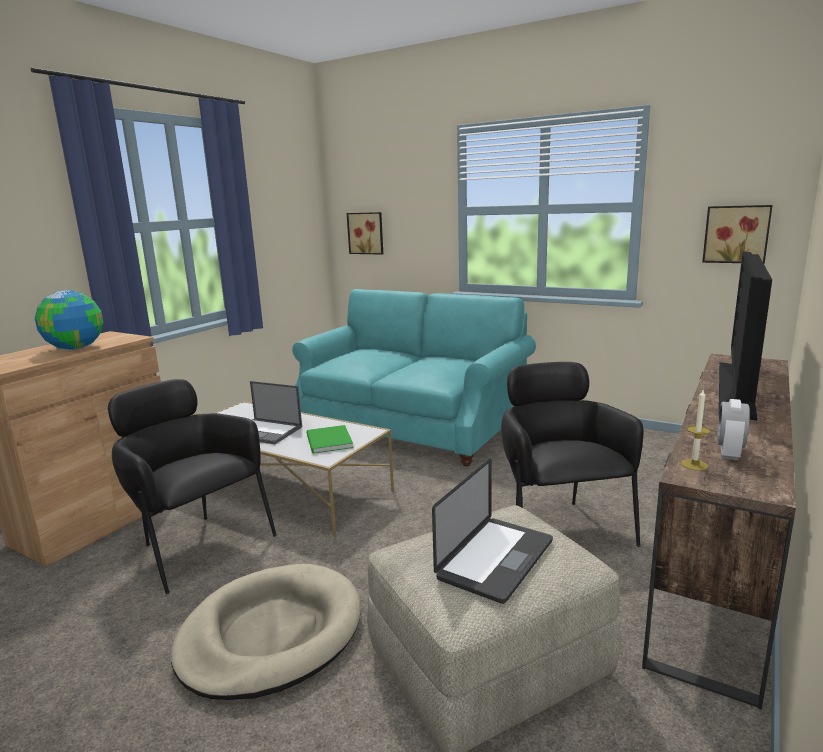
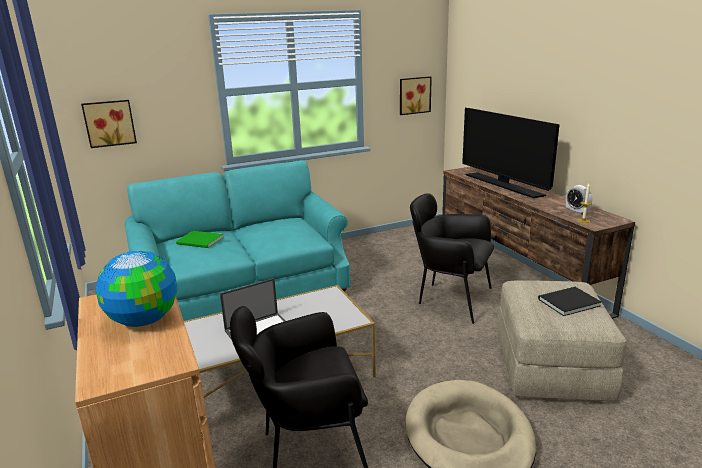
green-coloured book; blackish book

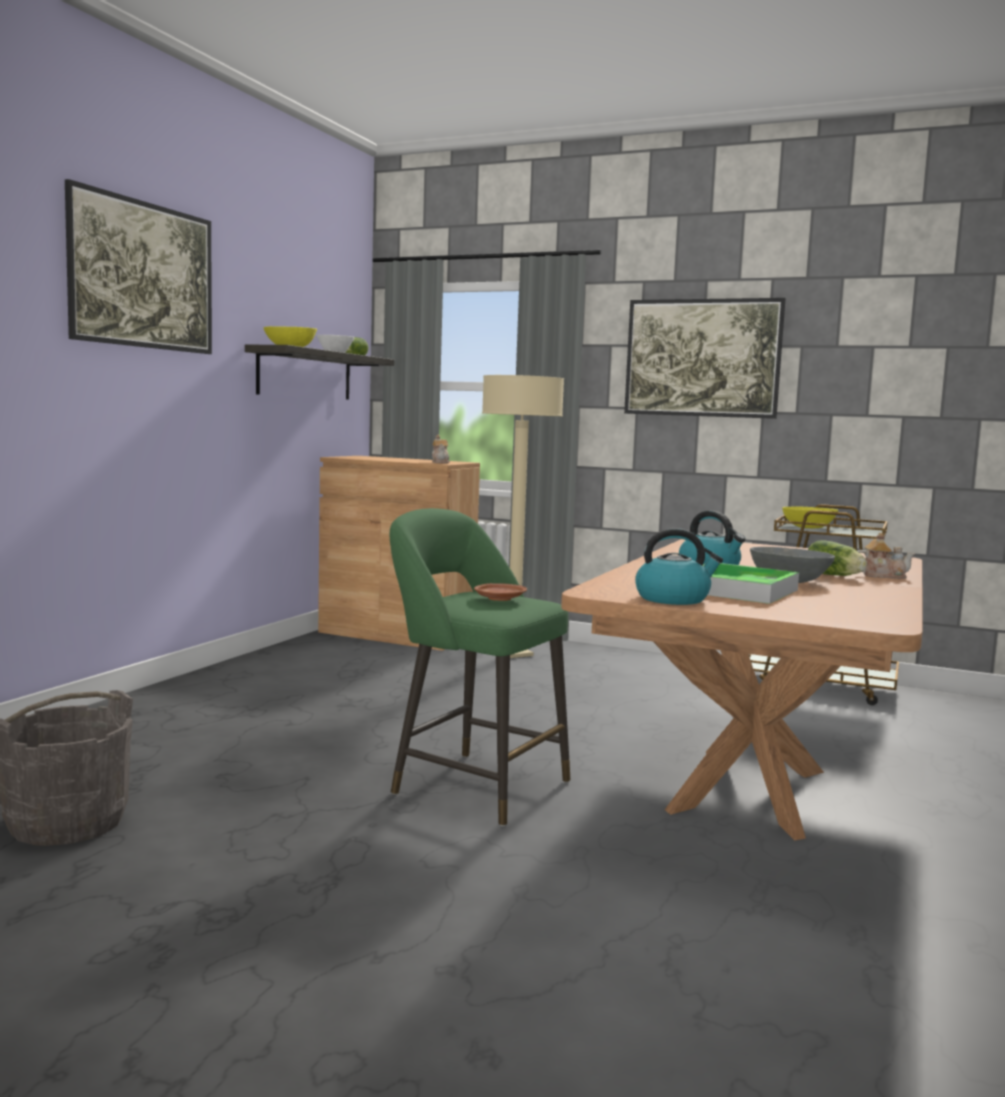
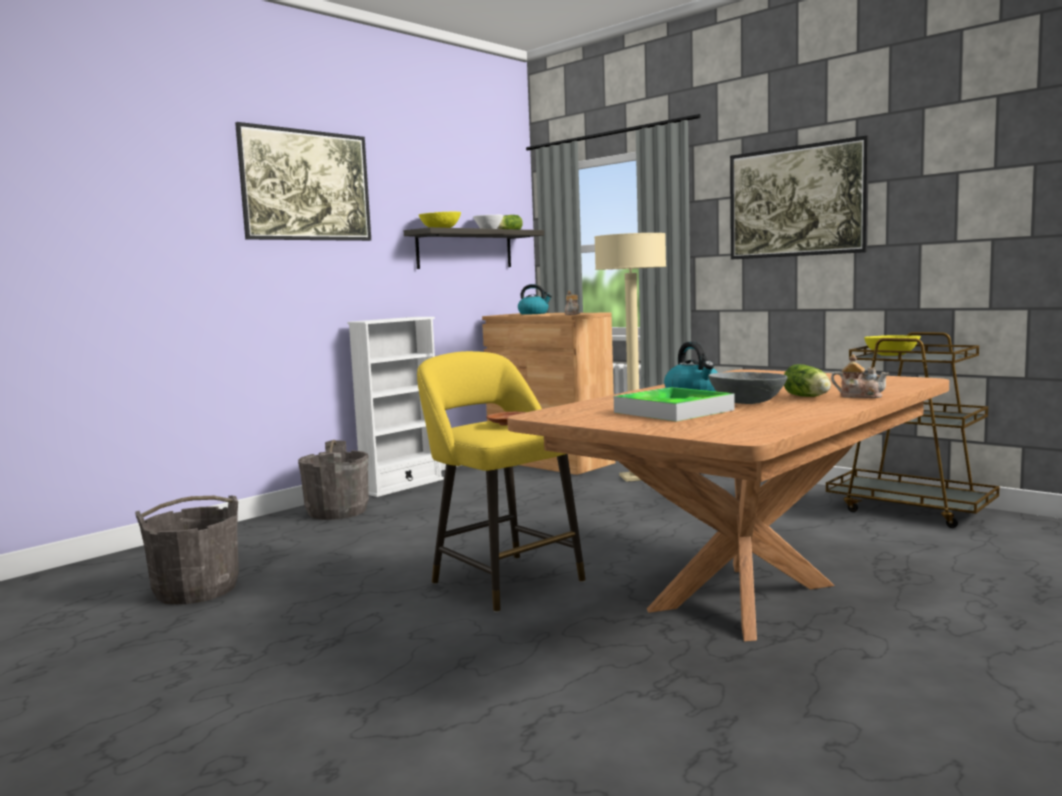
yellowish stool; tea kettle (no. 1 from left); white bookcase; gray bucket (no. 2 from left)

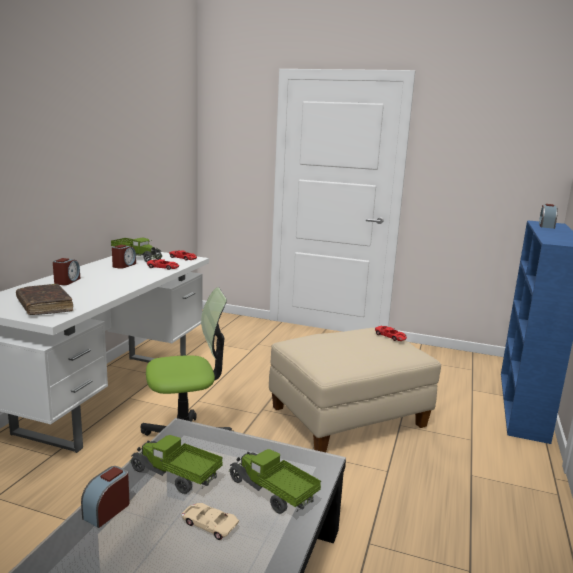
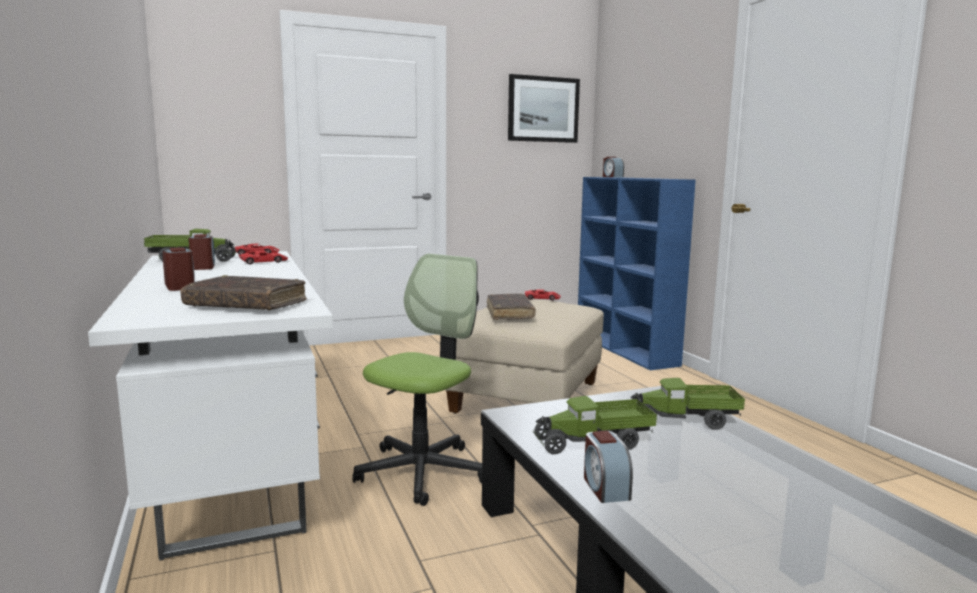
beige toy car; picture; brown book (no. 2 from left)

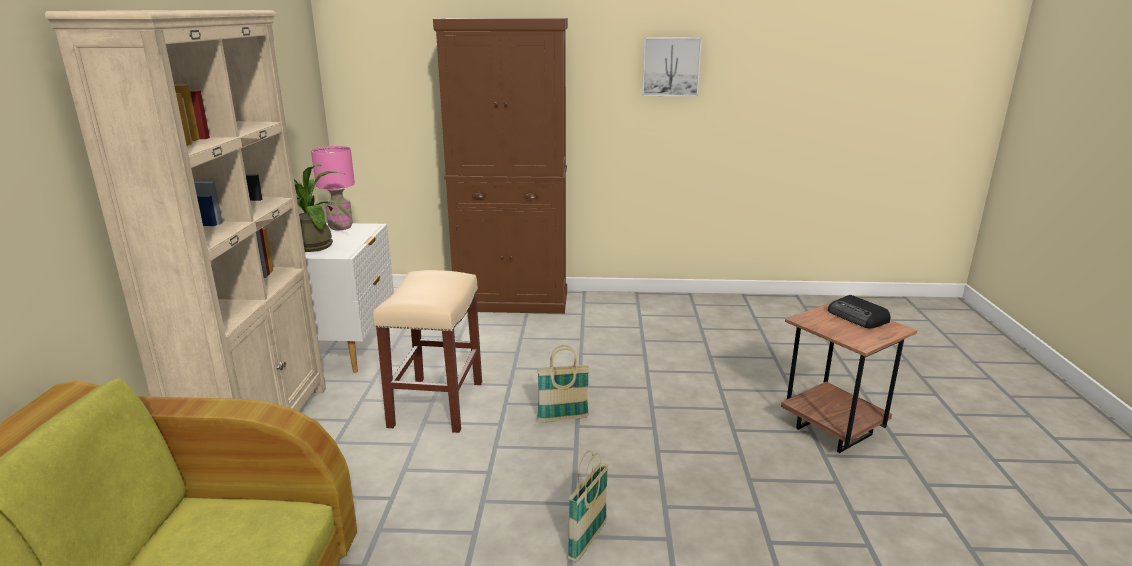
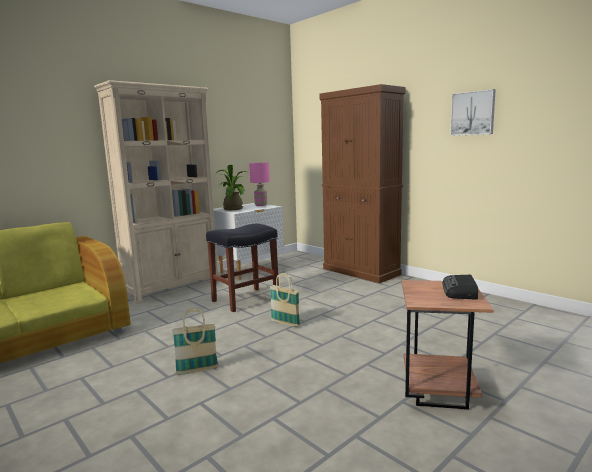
blackish stool

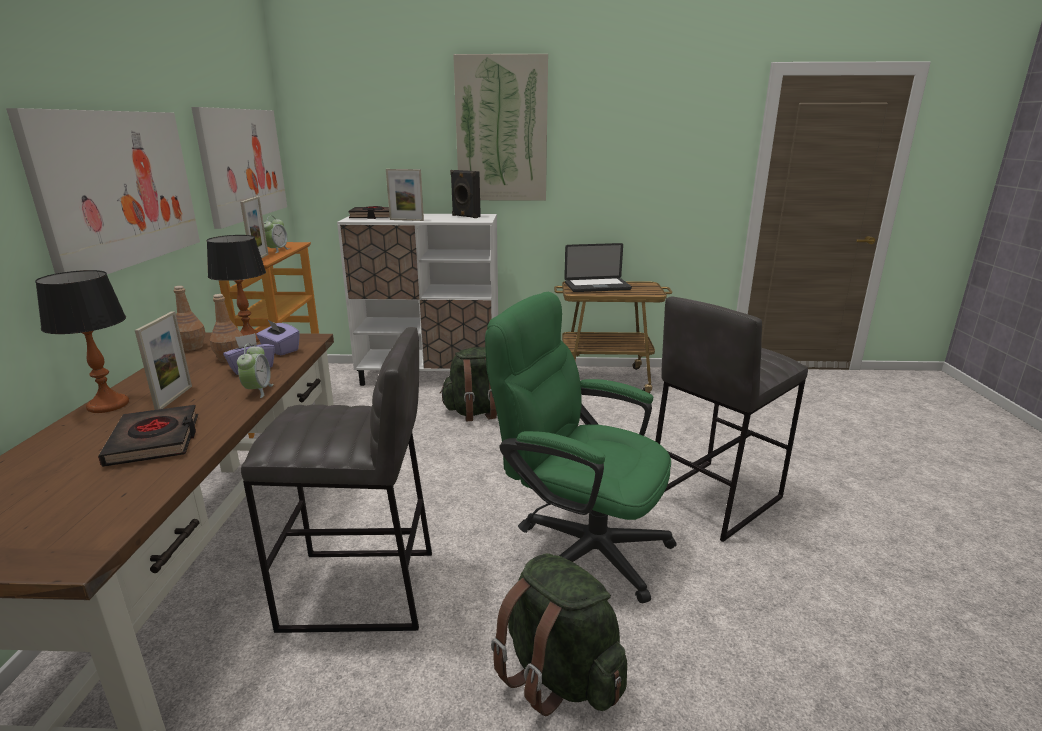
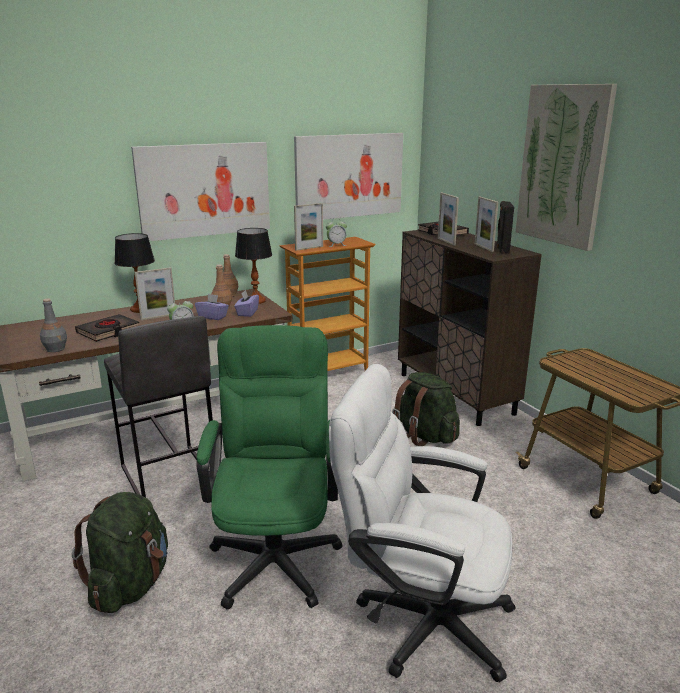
brown cabinet; portable computer; white office chair; photo frame (no. 4 from left); gray drink bottle

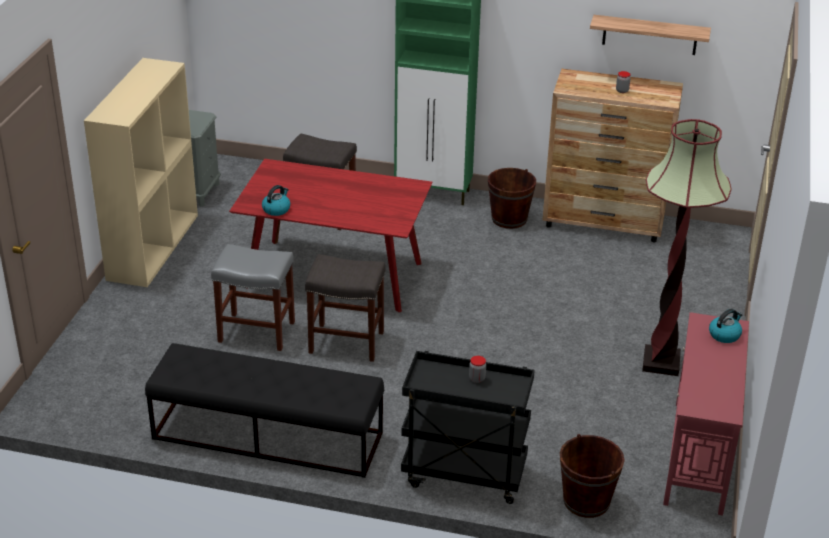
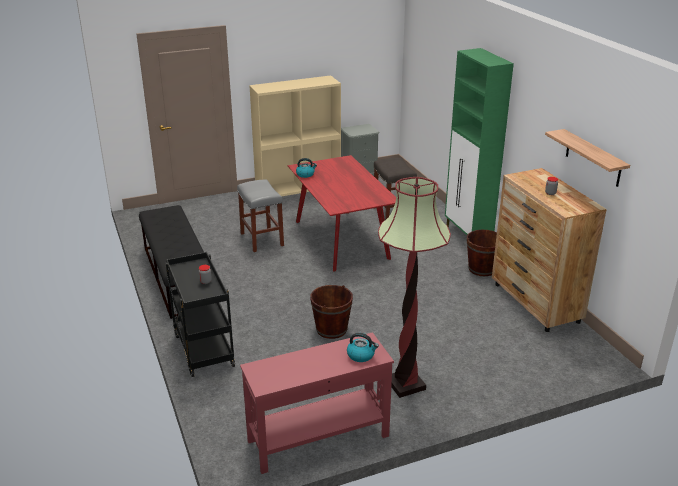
gray stool (no. 3 from left in the first image); brown bucket (no. 1 from left)

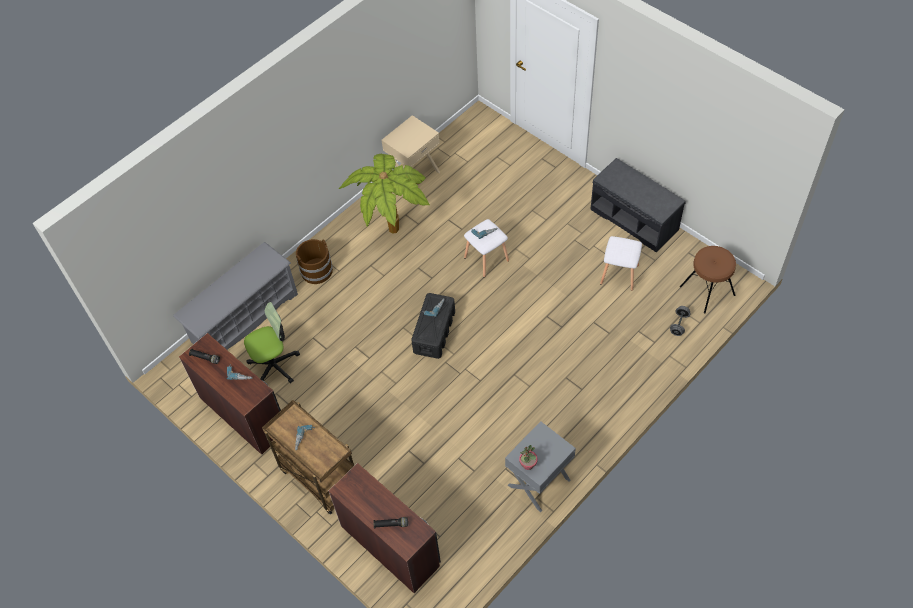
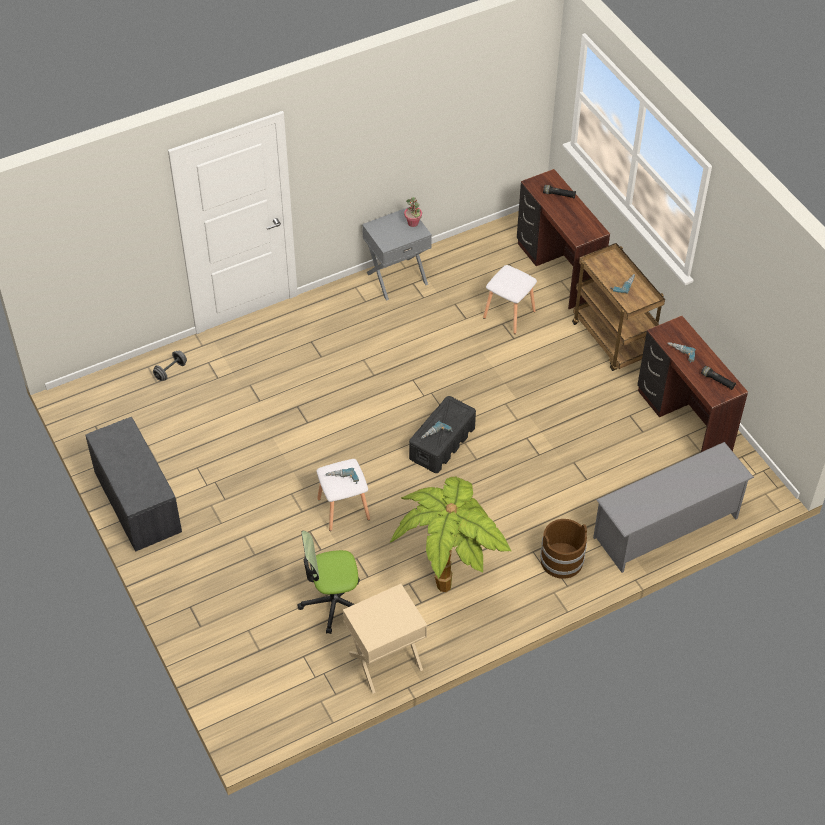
white stool (no. 2 from left); brown stool; office chair

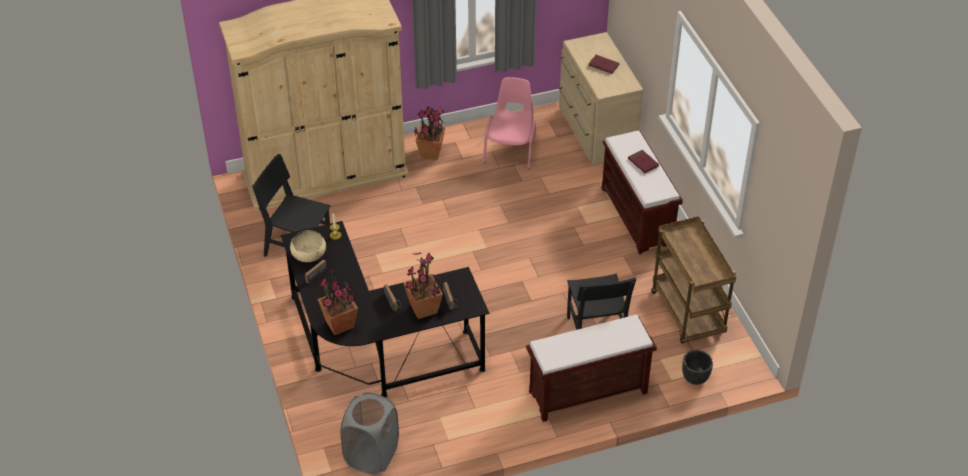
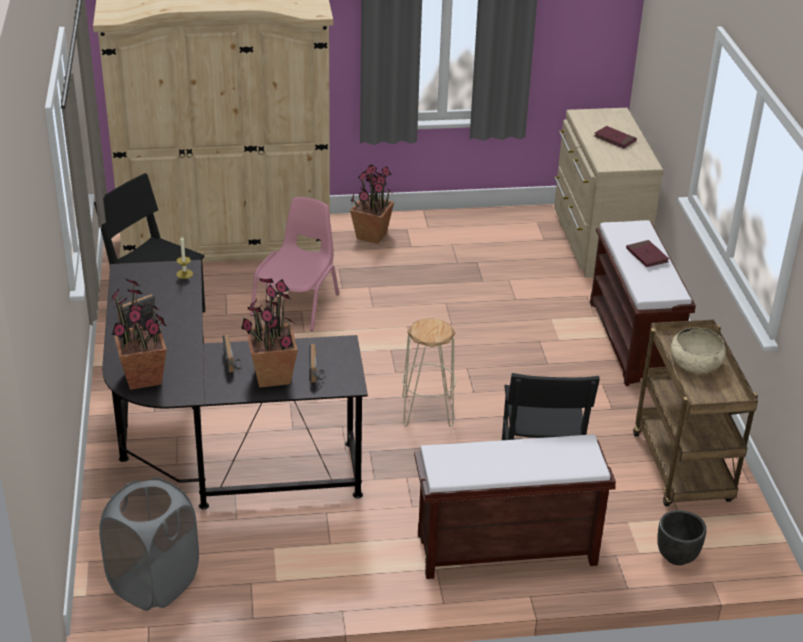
pinkish upright chair; beige serving bowl; beige stool

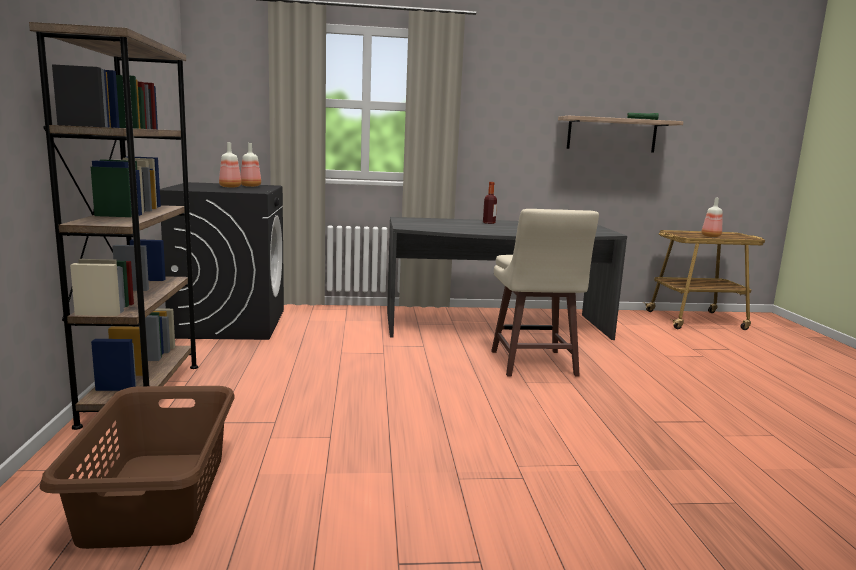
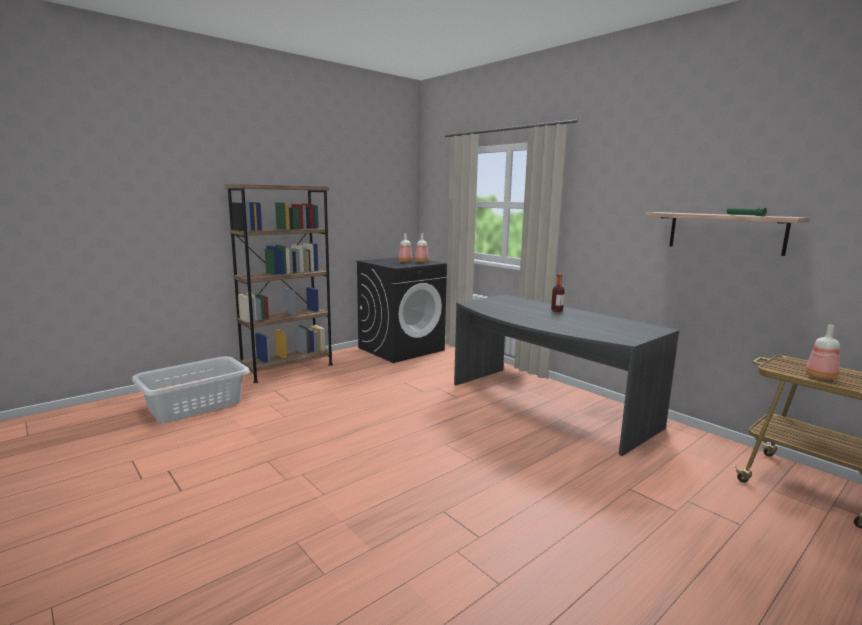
beige stool; gray washing basket

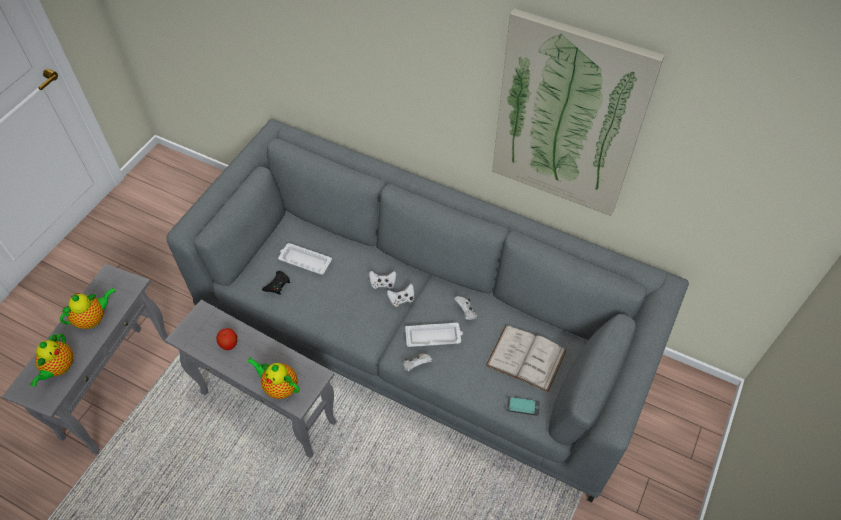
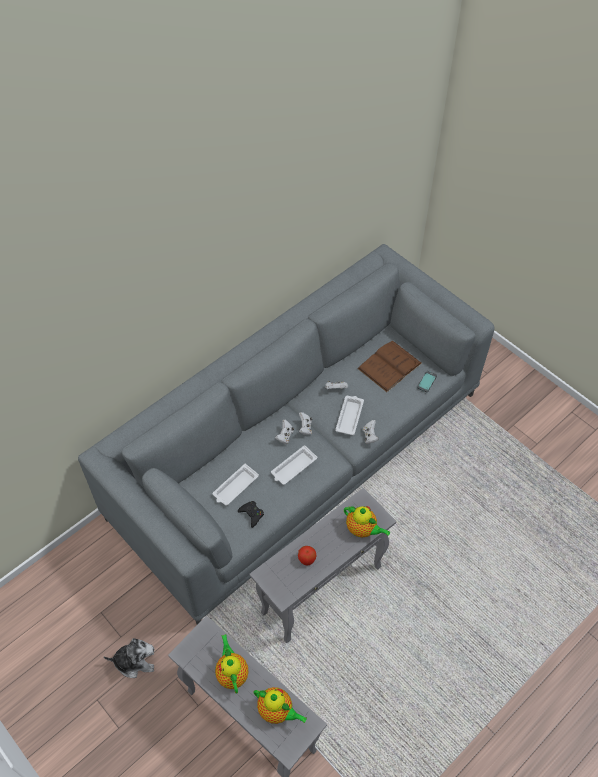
picture; brown book; pot for tea (no. 3 from left); white tray (no. 2 from left); cuddly toy

